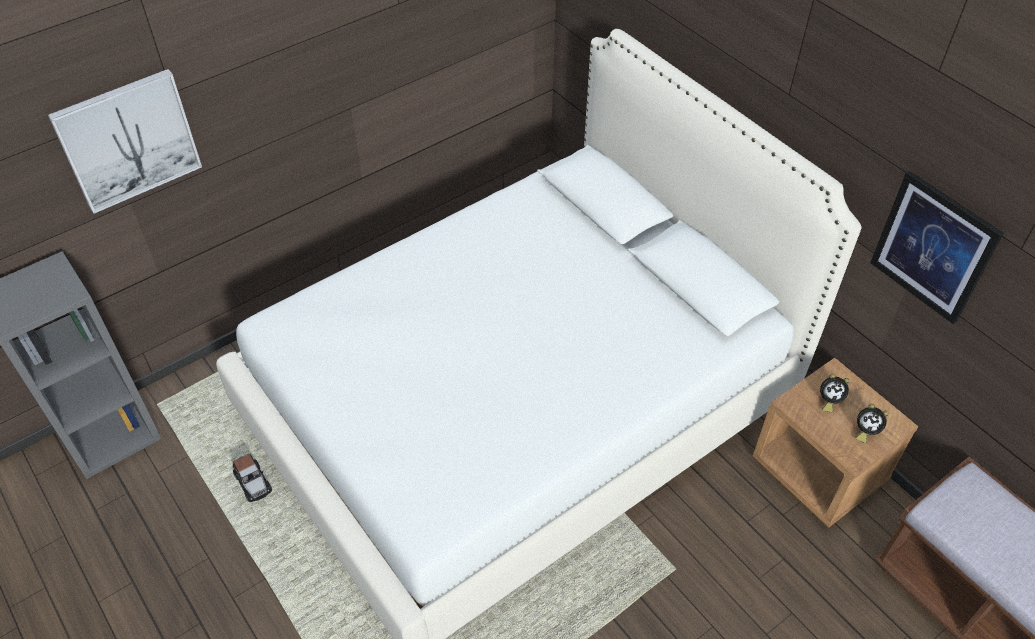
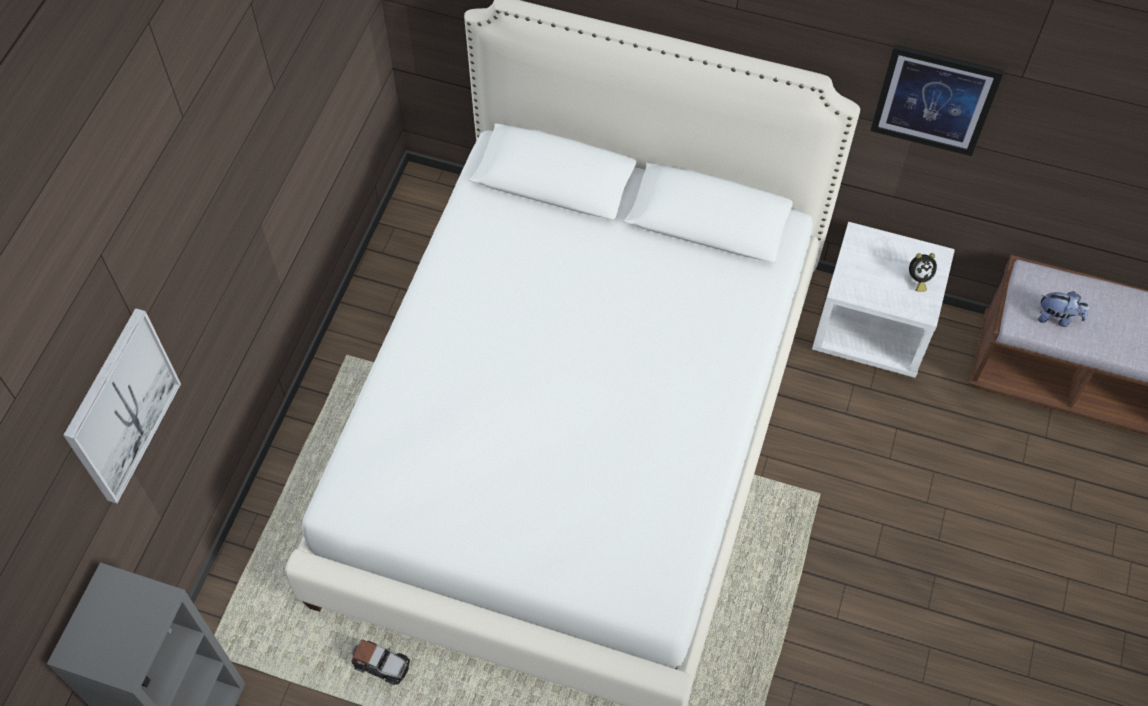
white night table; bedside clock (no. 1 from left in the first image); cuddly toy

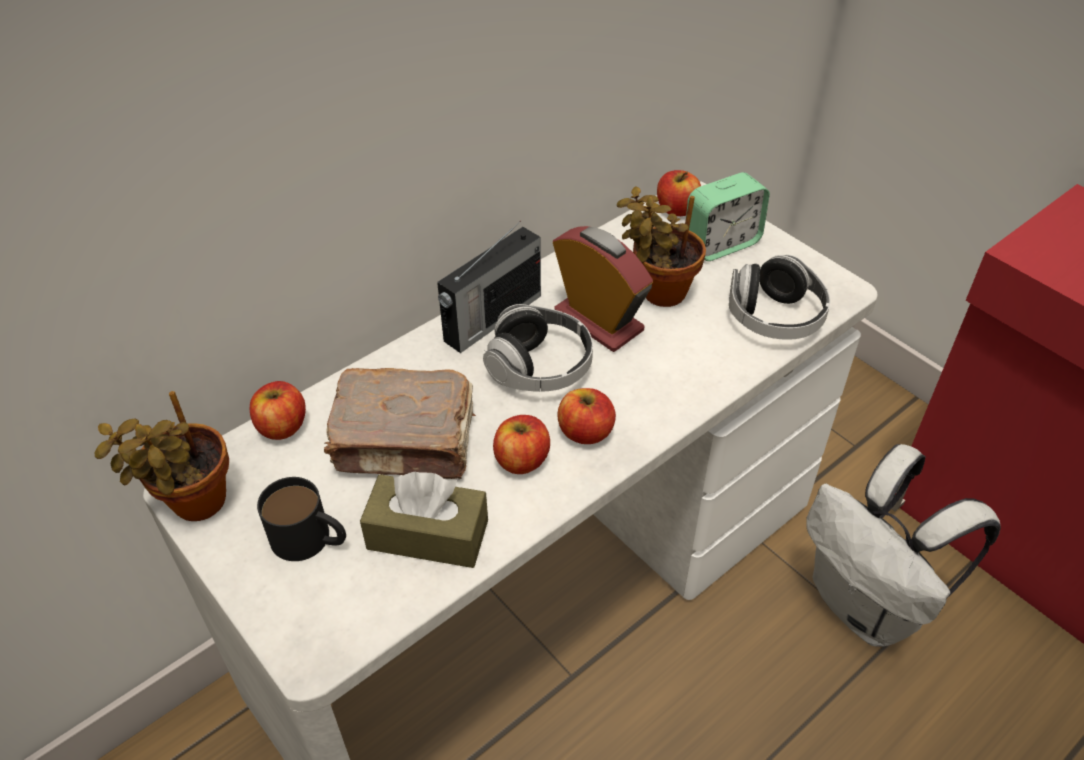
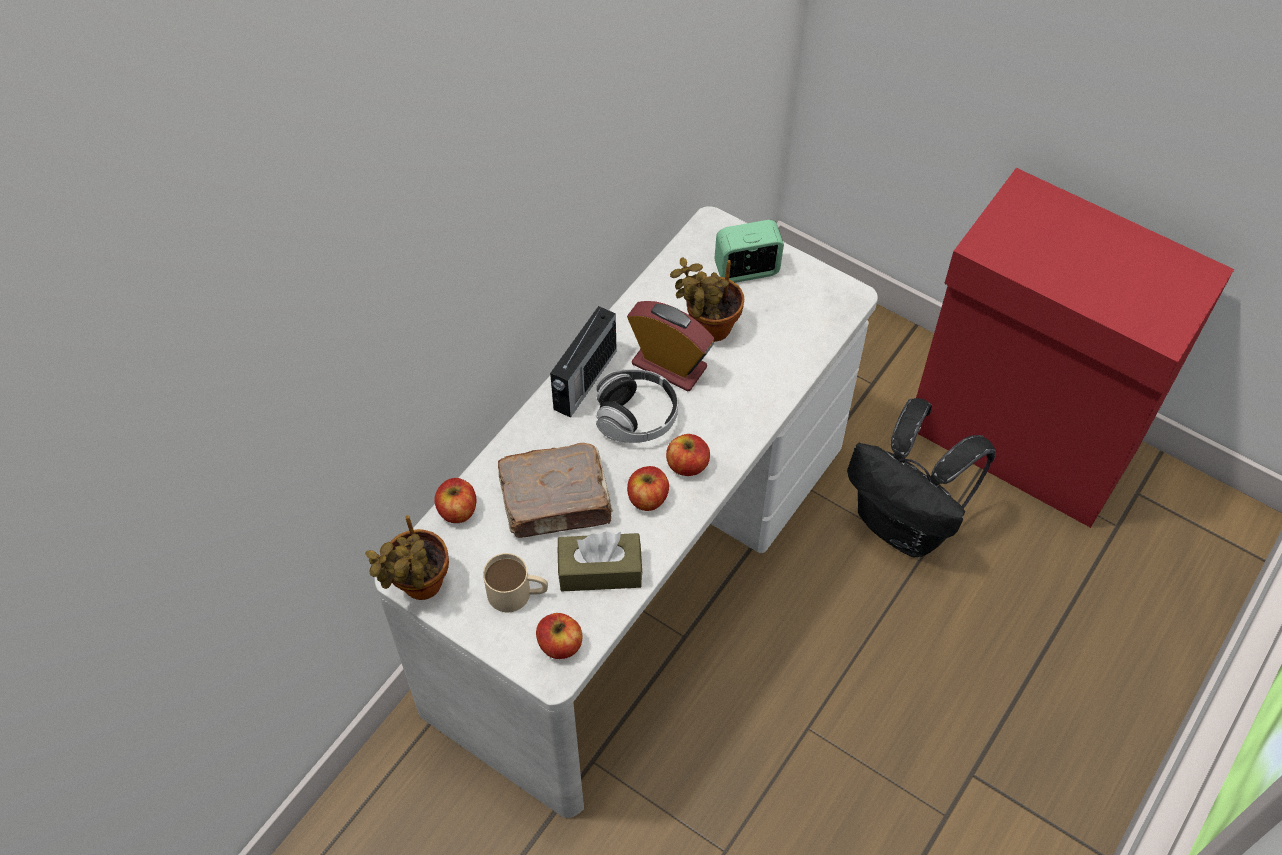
apple fruit (no. 2 from left); bedside clock (no. 2 from left); headset (no. 2 from left in the first image); blackish rucksack; beige tea mug

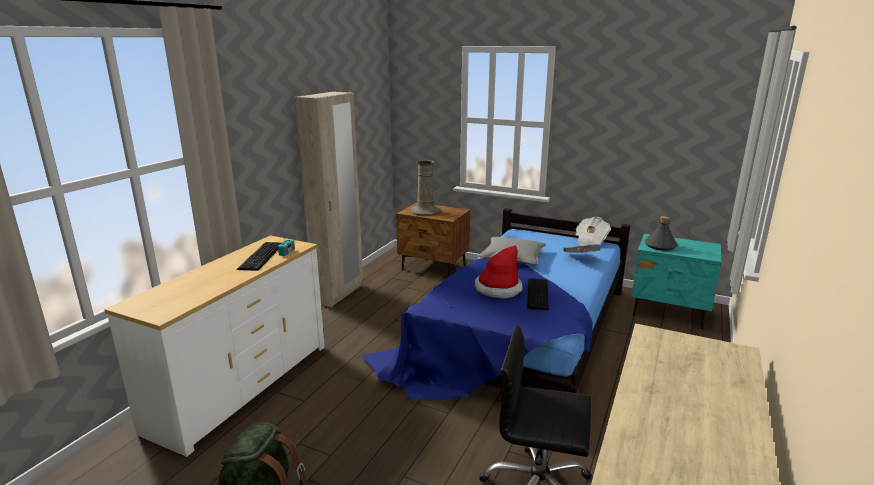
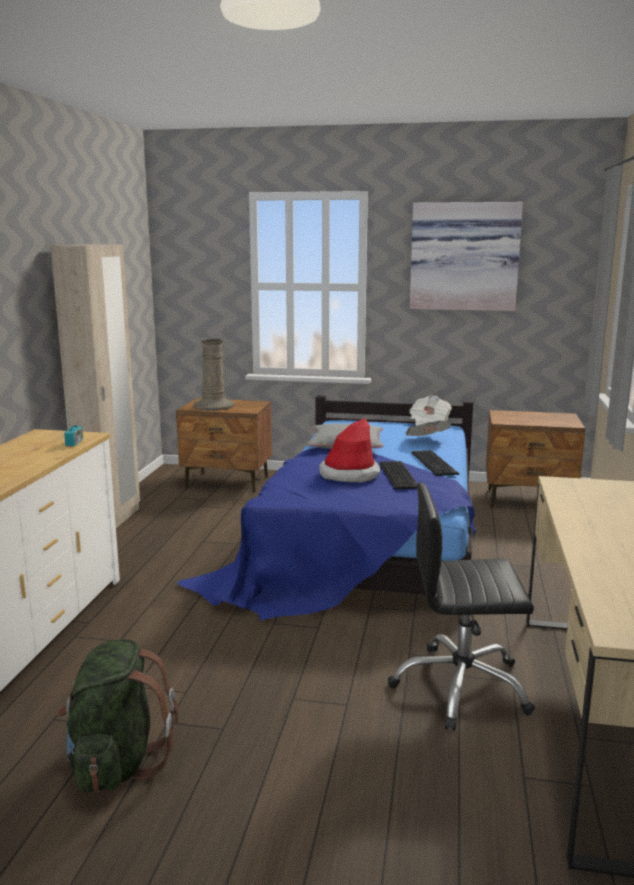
gray drink bottle; brown night table (no. 2 from left); PC keyboard (no. 2 from left); picture

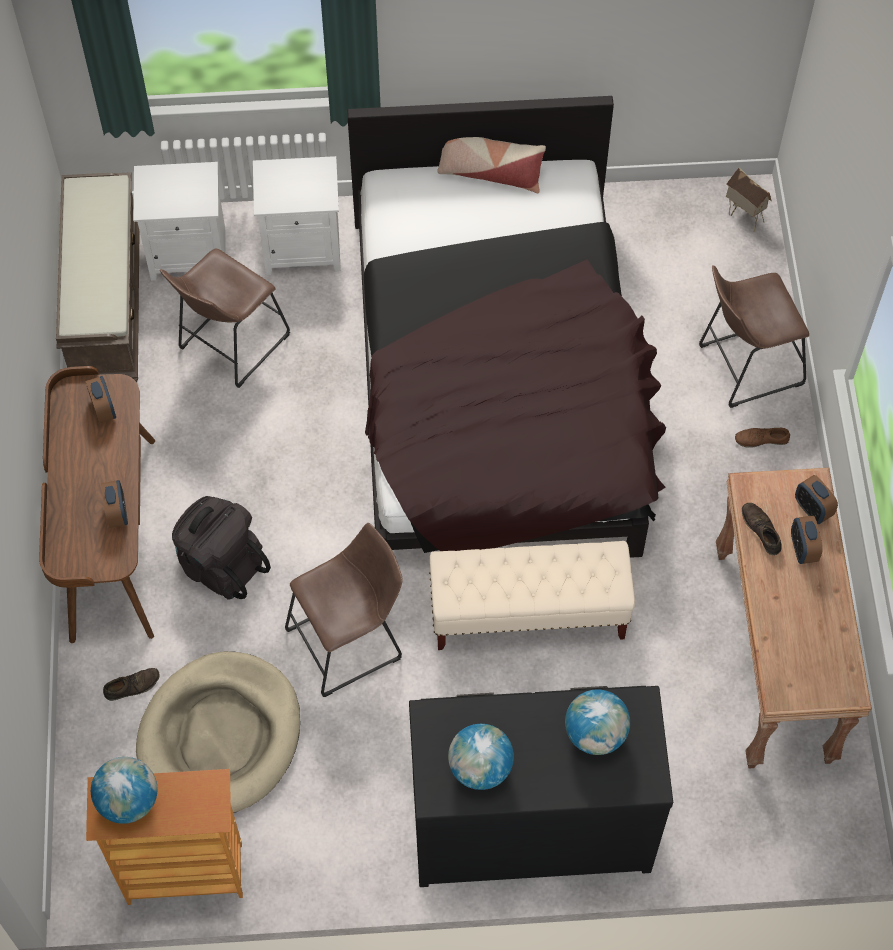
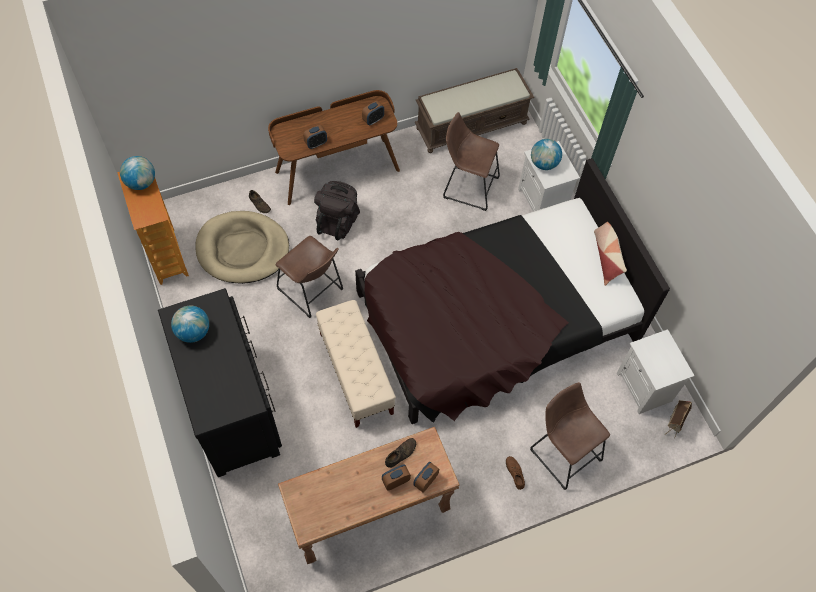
white night table (no. 2 from left); desk globe (no. 3 from left)

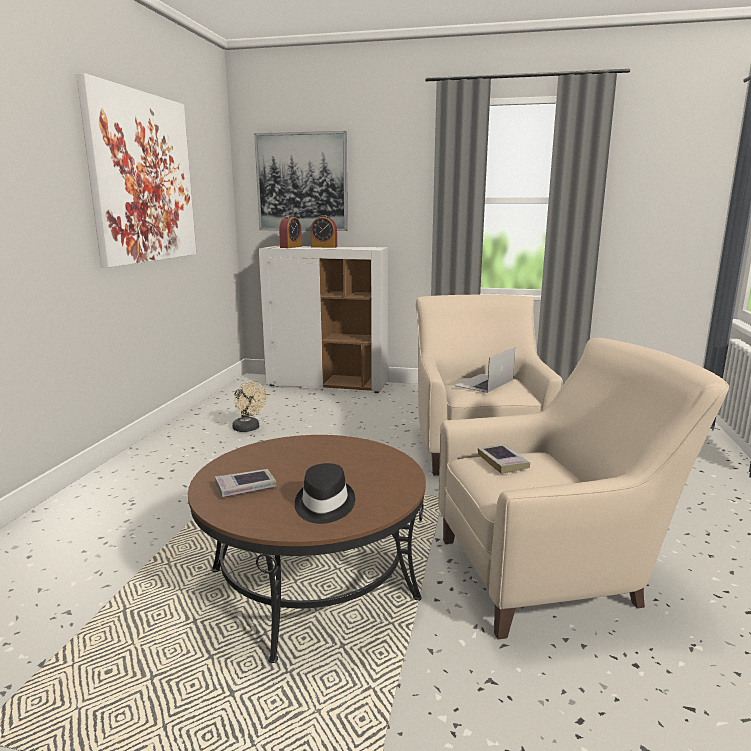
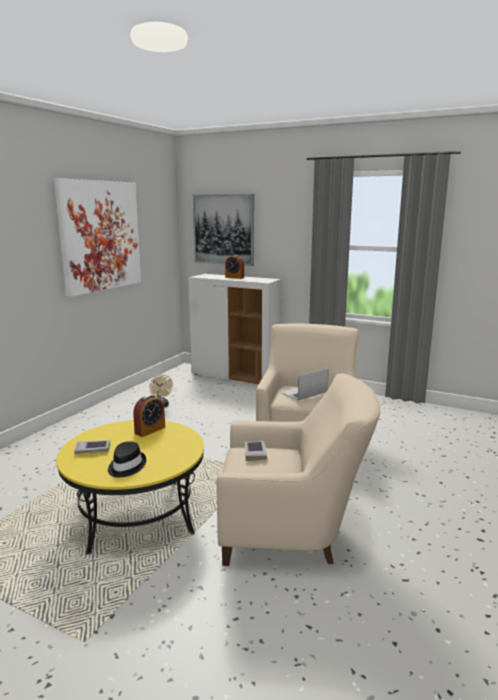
bedside clock (no. 1 from left); yellowish coffee table

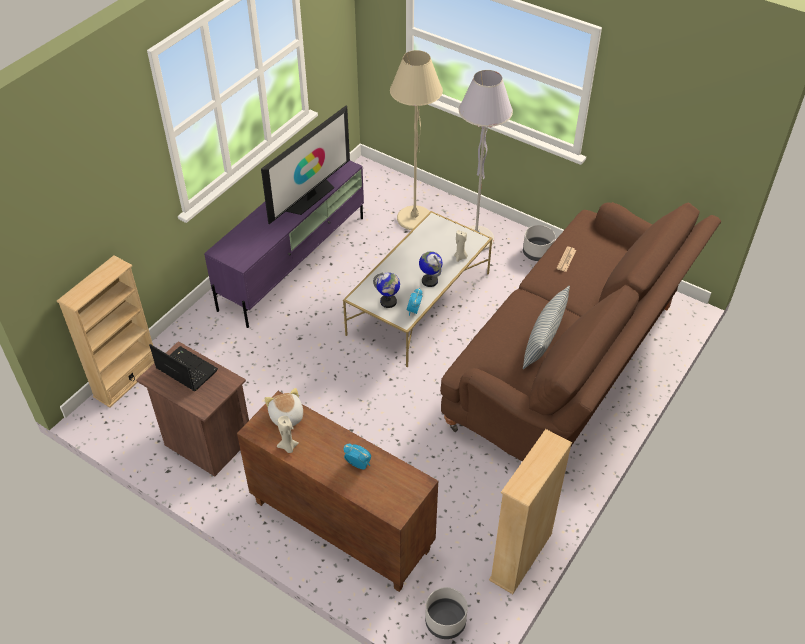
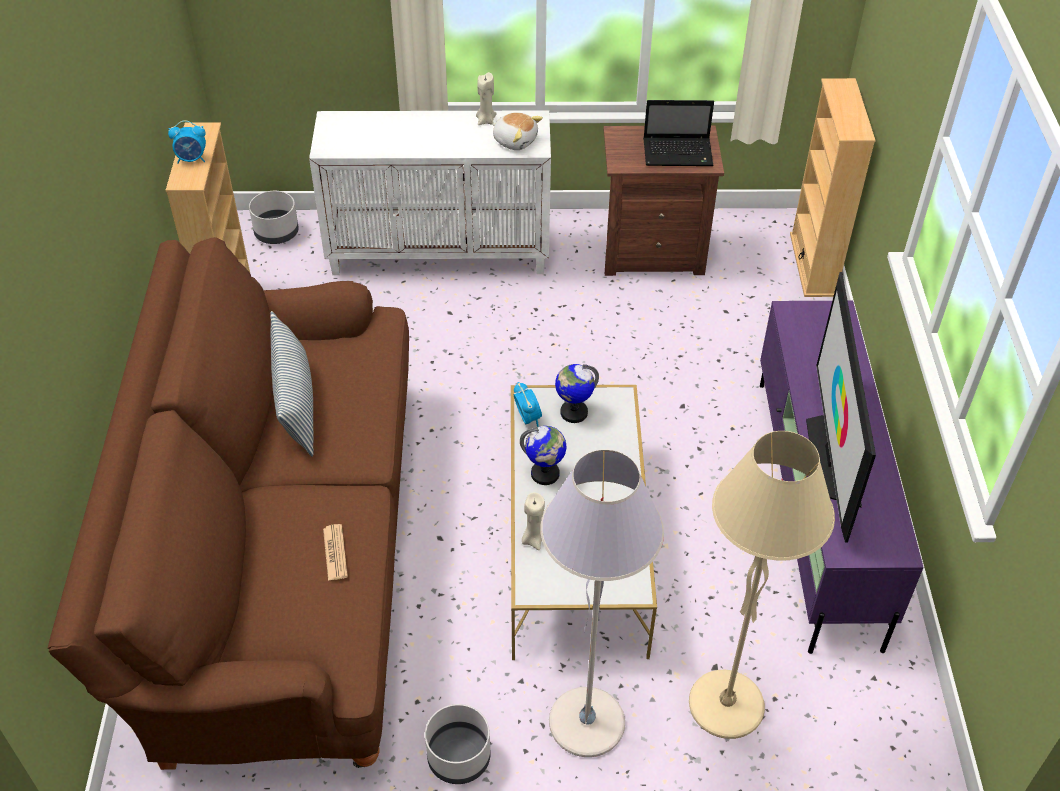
white cabinet; bedside clock (no. 1 from left)

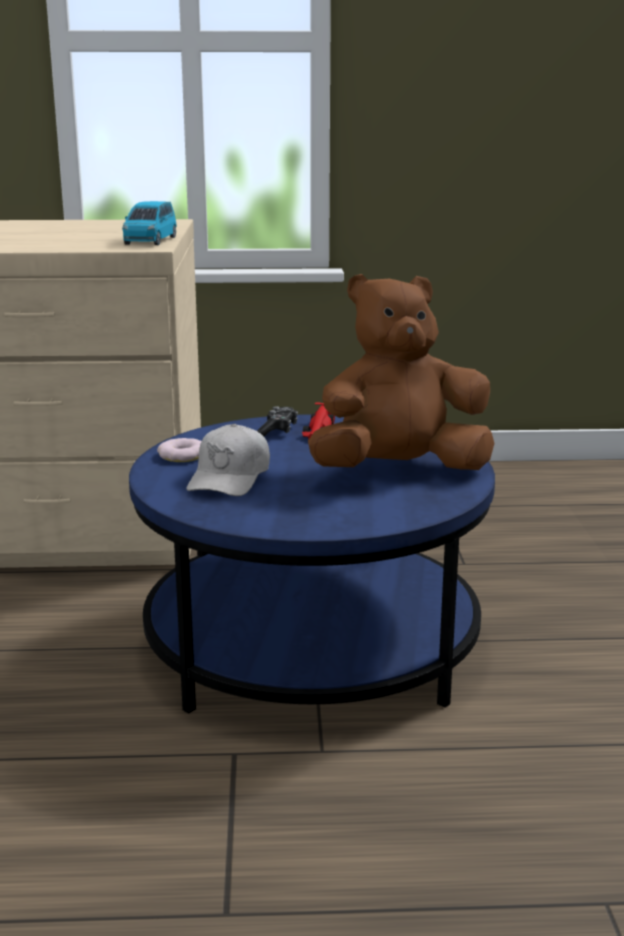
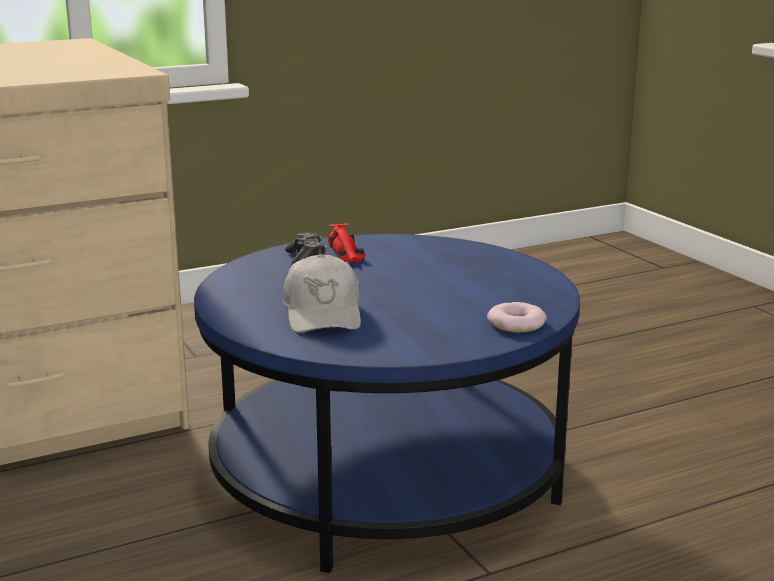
blue-coloured toy car; brown cuddly toy; ring doughnut

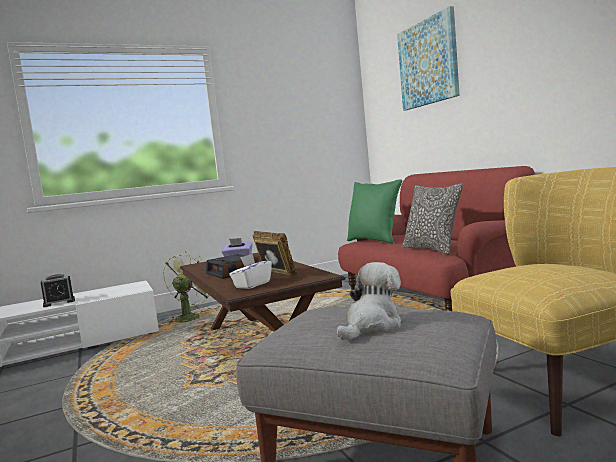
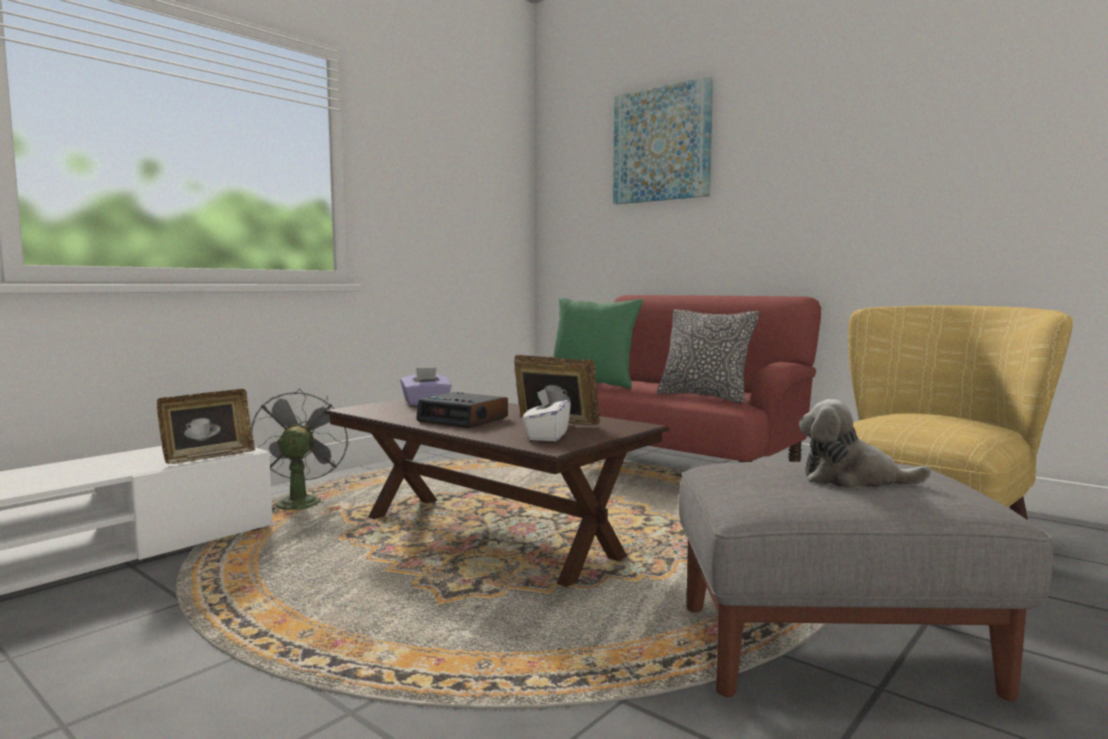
gray cooling fan; cuddly toy; bedside clock (no. 1 from left in the first image); photo frame (no. 1 from left)

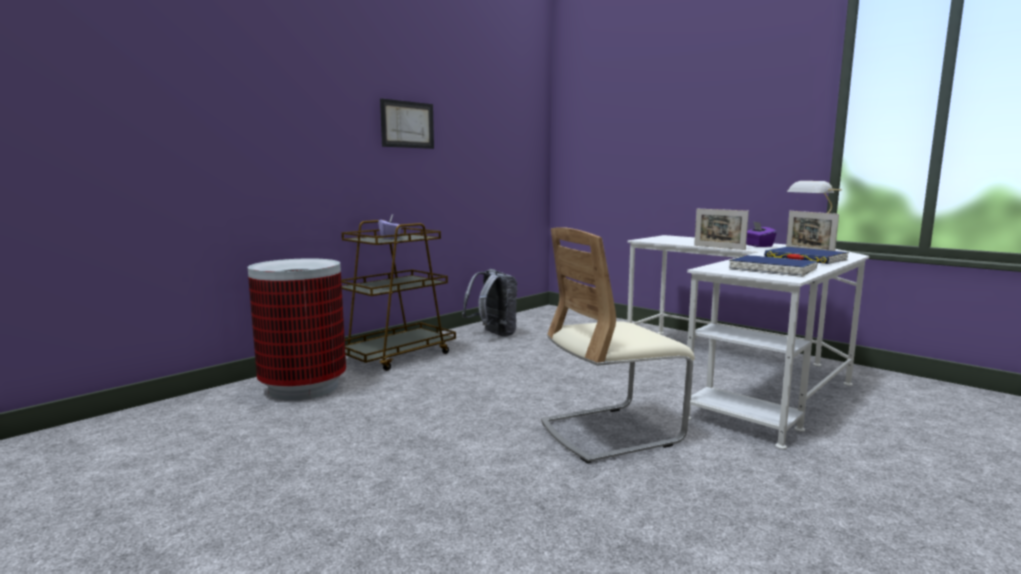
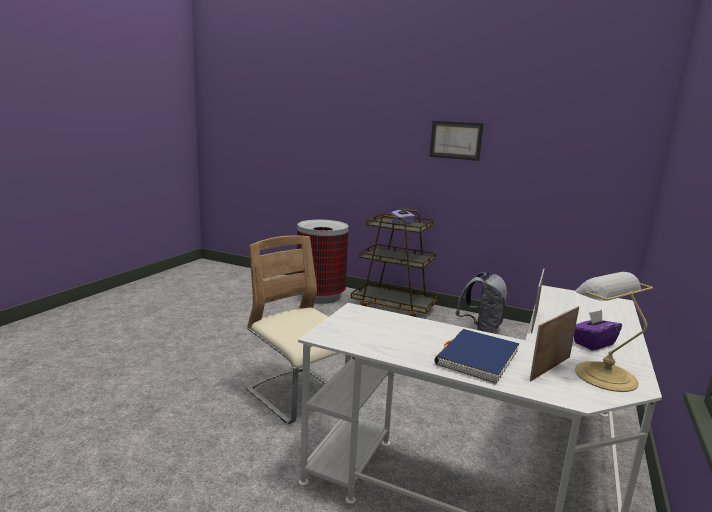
blue-coloured book (no. 1 from left in the first image)

